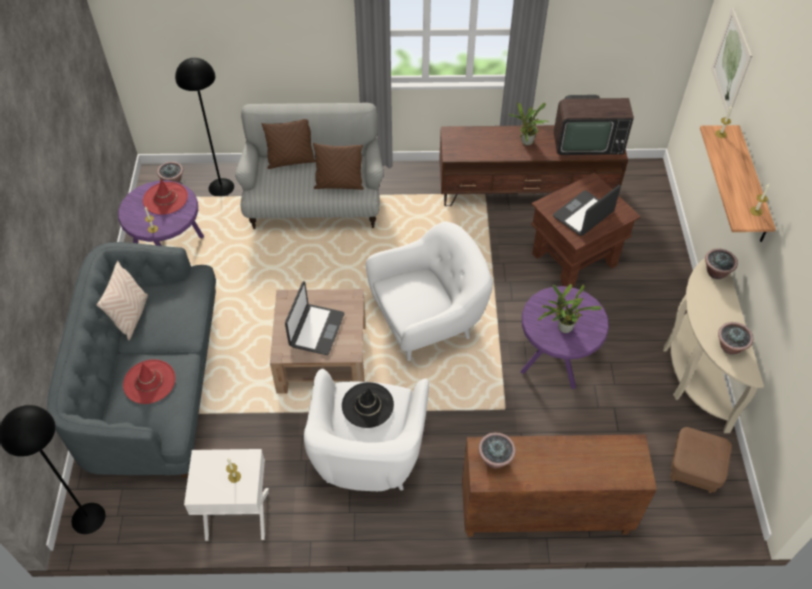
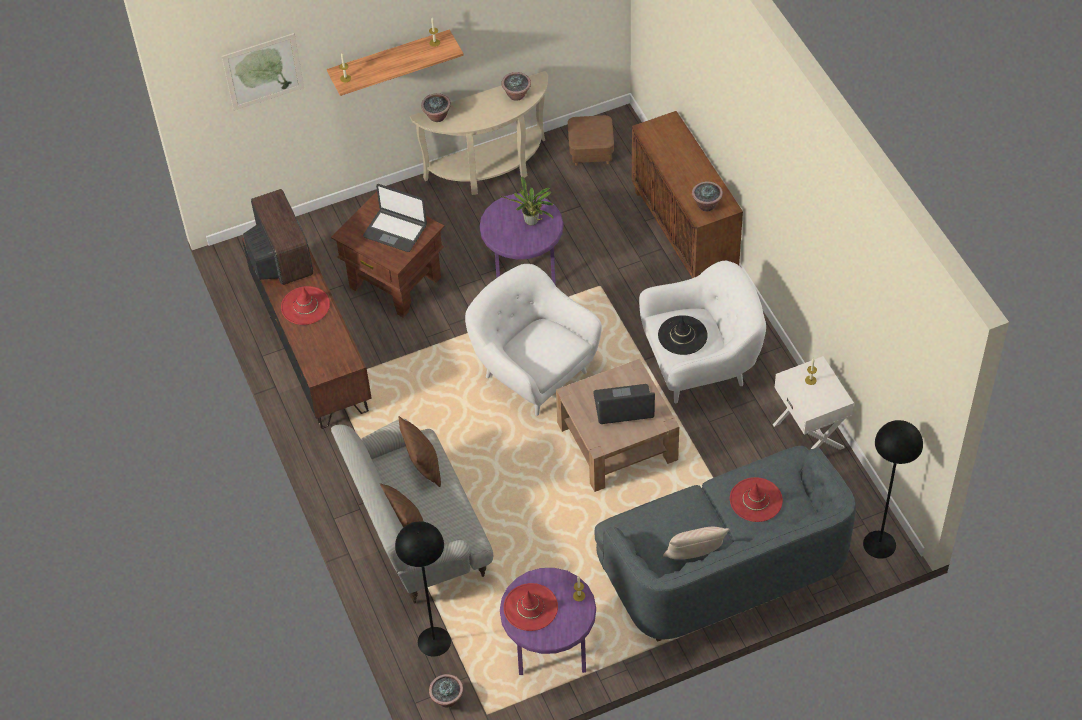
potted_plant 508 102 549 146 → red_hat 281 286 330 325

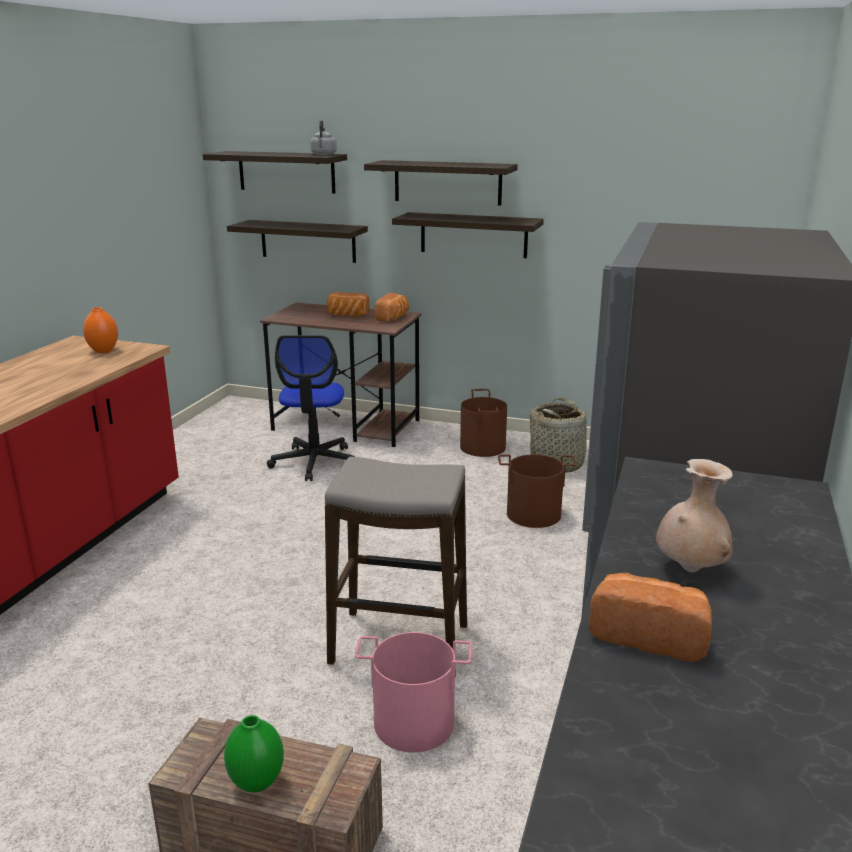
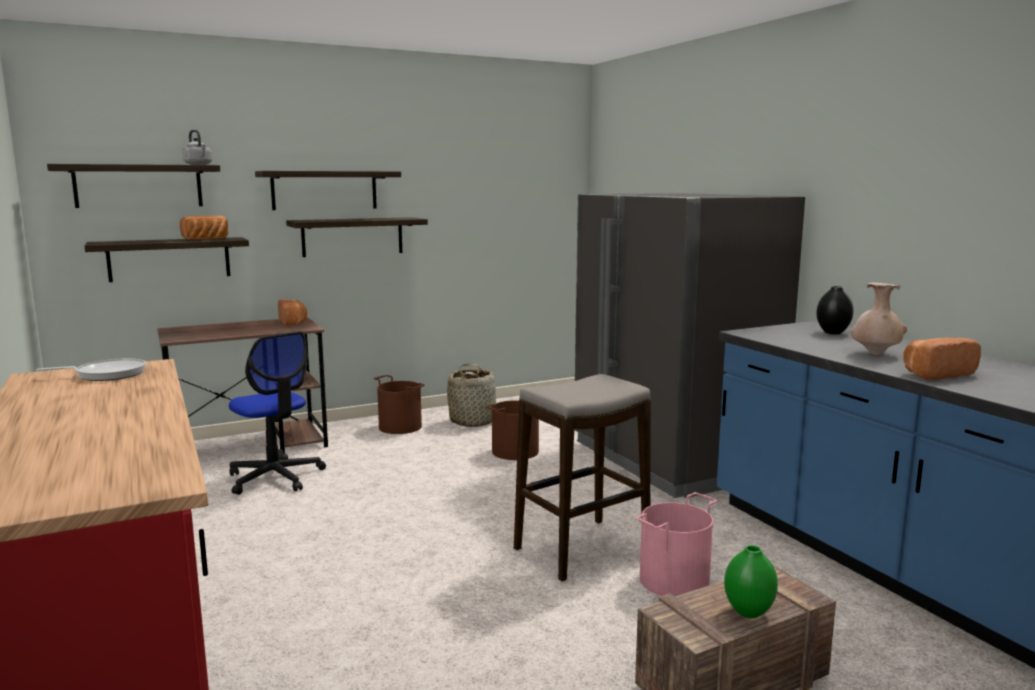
orange_vase 83 307 118 353 → frying_pan 36 358 146 381
bread 327 292 370 316 → bread 180 216 229 240, shifted
- → black_vase 816 286 854 334

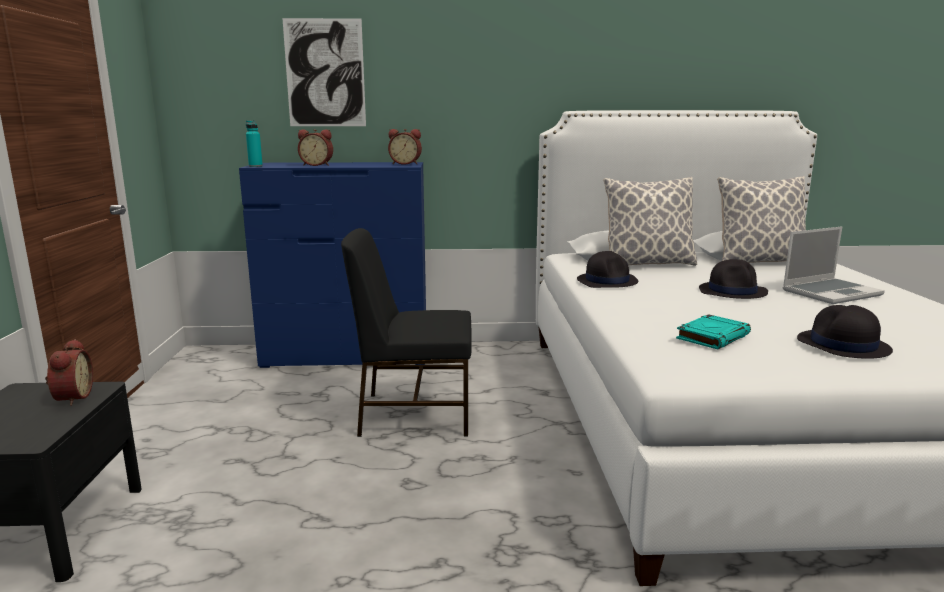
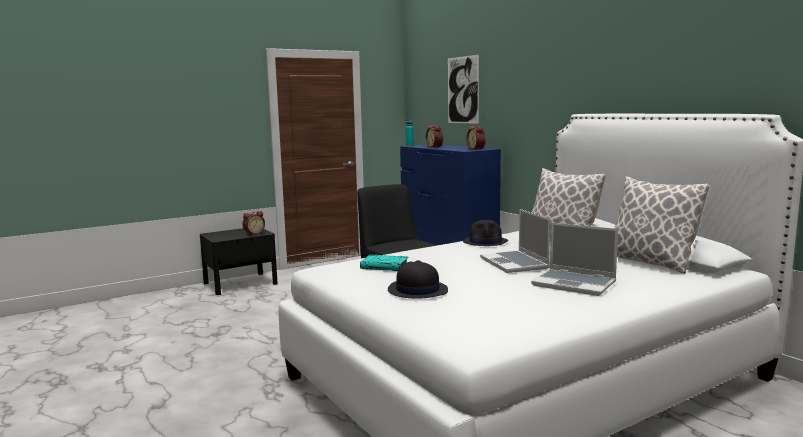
black_hat 699 259 768 299 → laptop 480 209 551 273

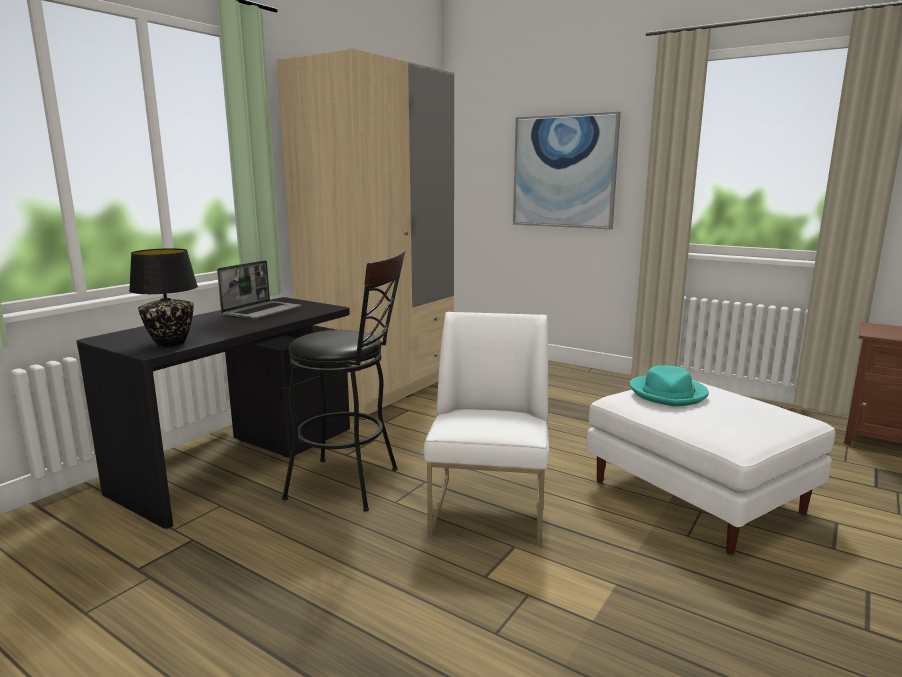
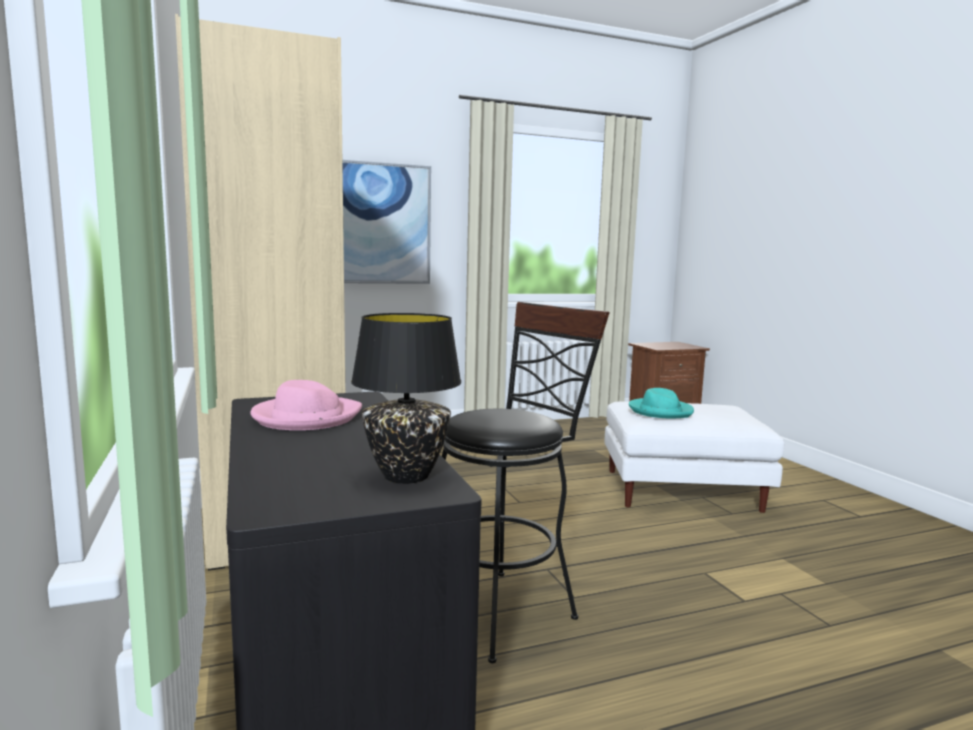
laptop 217 260 302 320 → pink_hat 250 380 362 430
white_chair 424 312 549 546 → -

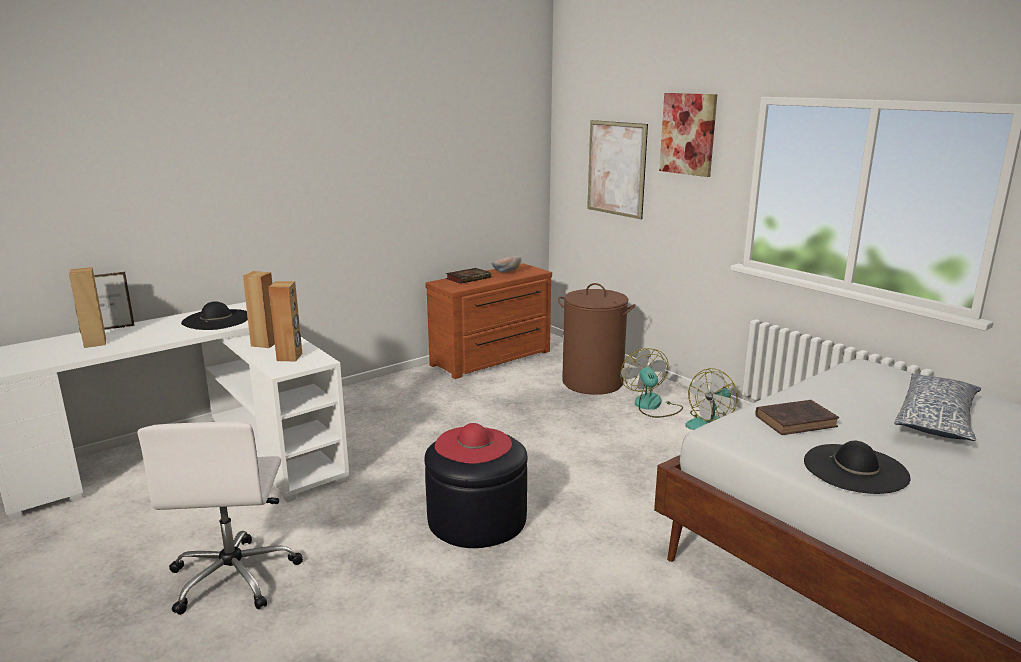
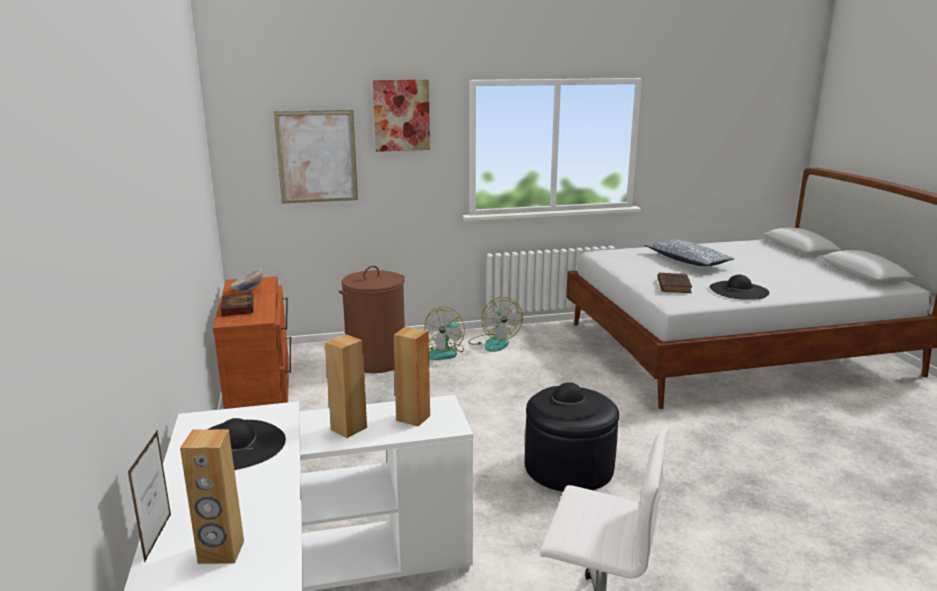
fan 620 348 683 418 → fan 424 306 465 360, 75 degrees counterclockwise
red_hat 435 423 512 464 → black_hat 533 382 604 419

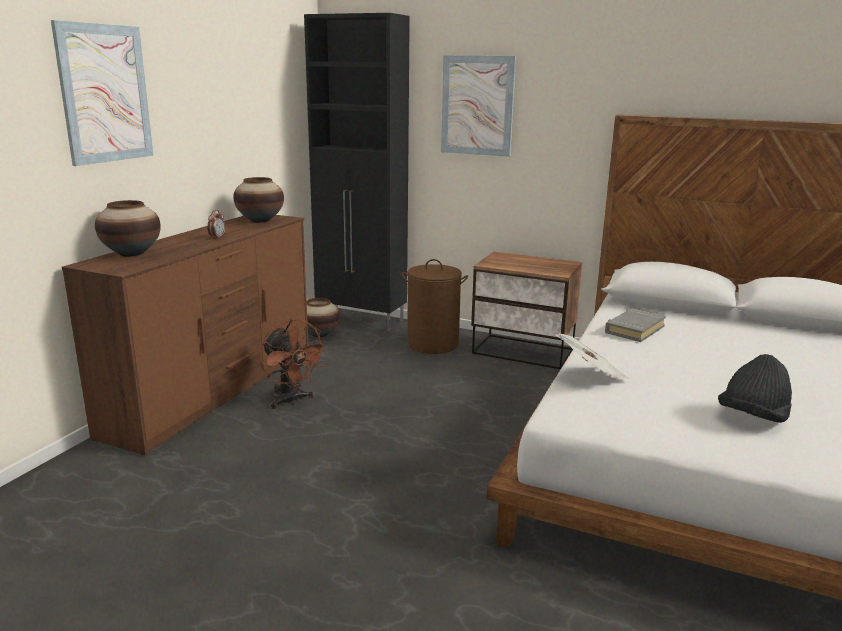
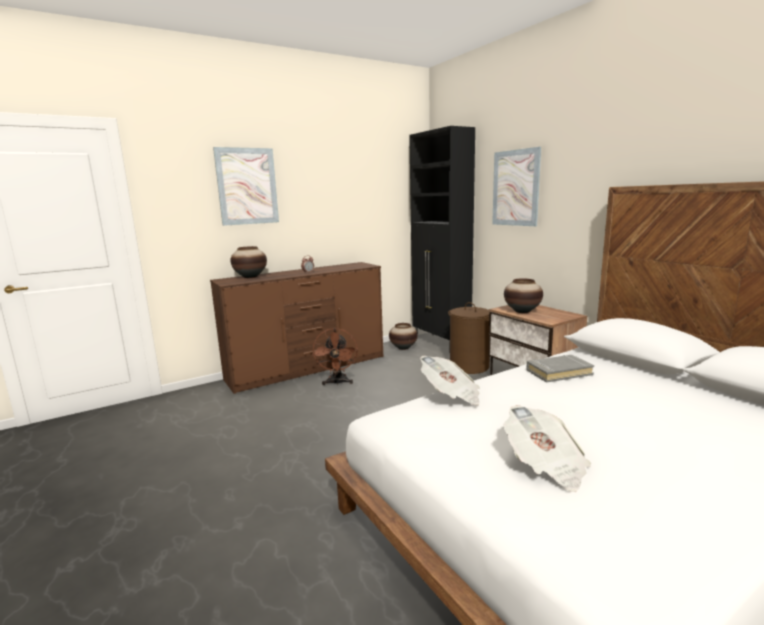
black_hat 718 354 792 423 → newspaper 503 405 591 492
vase 233 177 284 223 → vase 504 278 543 313, shifted

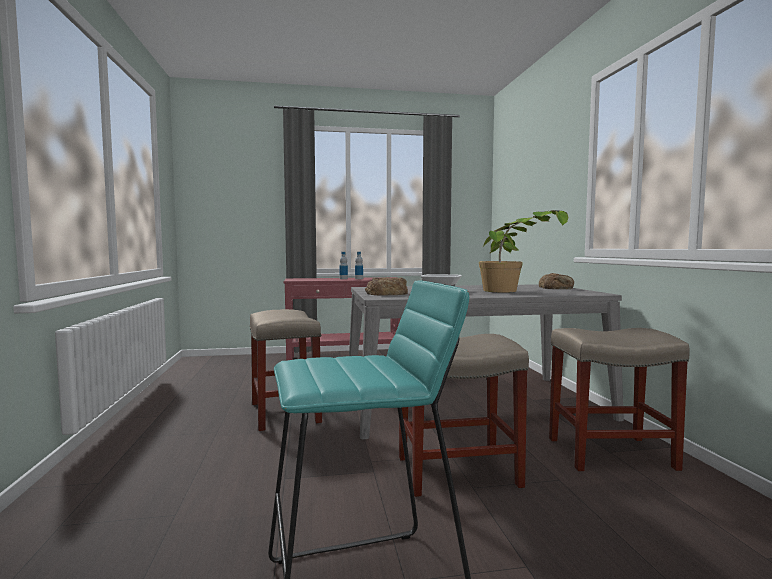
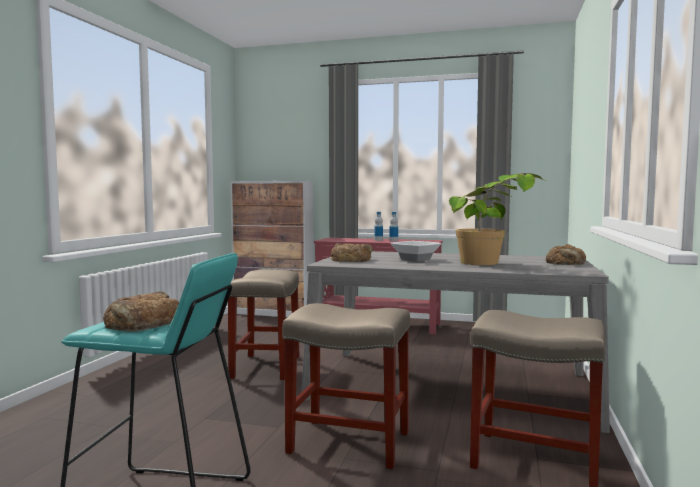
- → bread 103 292 179 332
- → cabinet 230 181 314 317

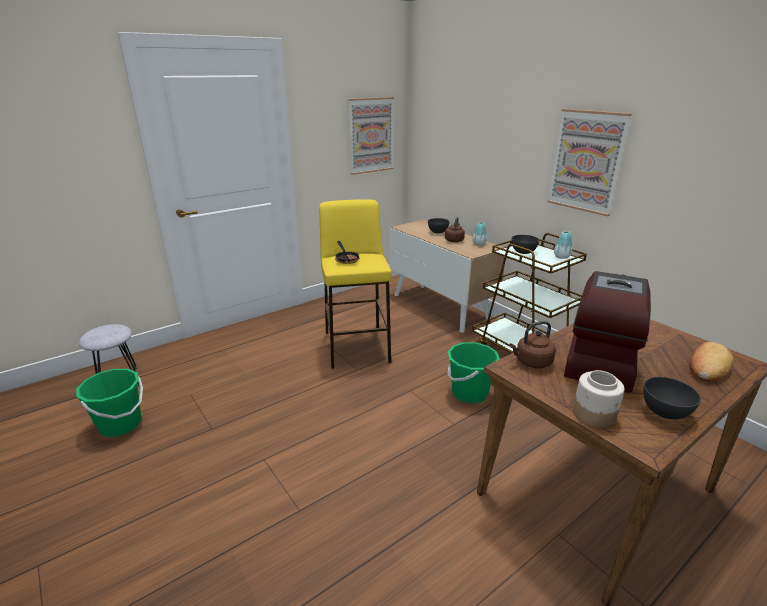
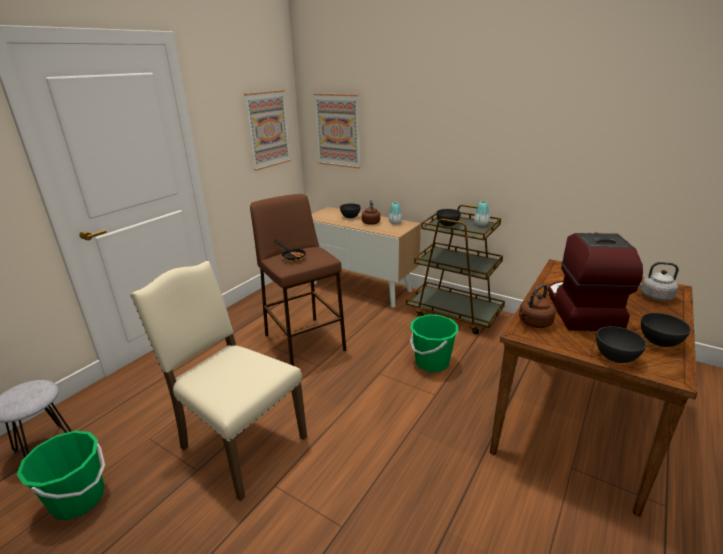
- → beige_chair 130 261 307 501
yellow_stool 319 199 392 369 → brown_stool 250 194 346 366
picture 547 109 632 216 → picture 314 93 360 169, shifted
jar 573 370 624 428 → grey_bowl 596 326 647 363
bread 689 342 734 381 → grey_kettle 639 262 679 301

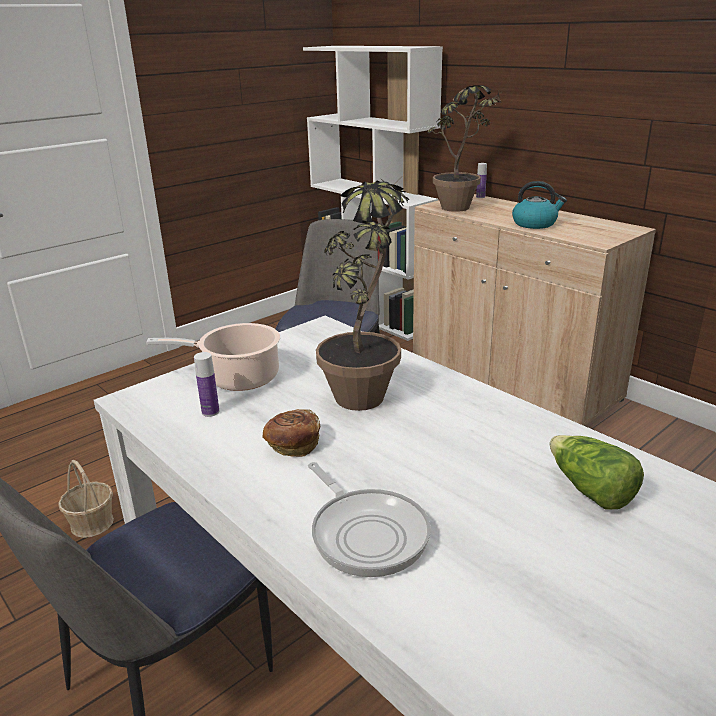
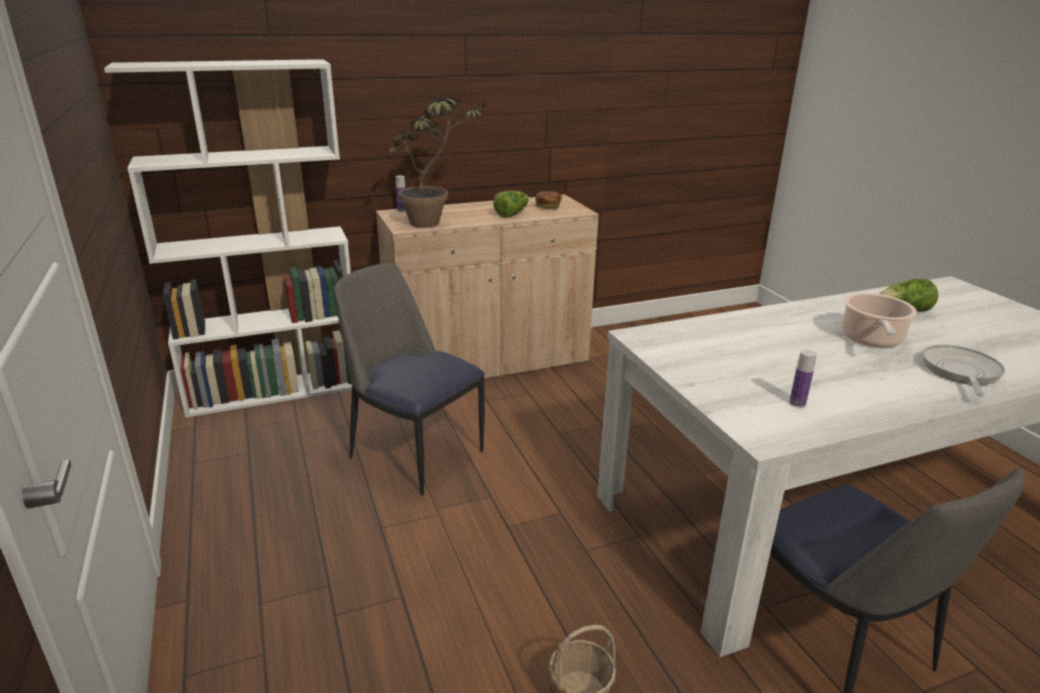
kettle 512 181 567 229 → lettuce 493 190 529 218
bread 263 409 320 457 → bread 536 191 562 209, shifted
cooking_pot 146 323 280 391 → cooking_pot 842 293 917 347, shifted
frying_pan 308 462 431 577 → frying_pan 922 345 1005 397, 60 degrees counterclockwise
potted_plant 316 179 409 411 → -

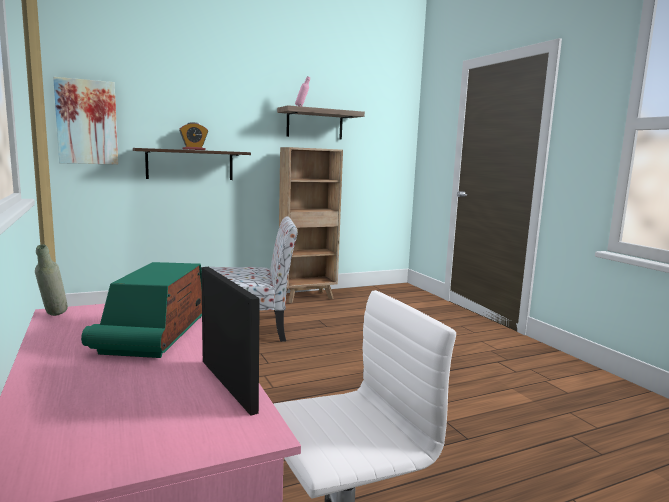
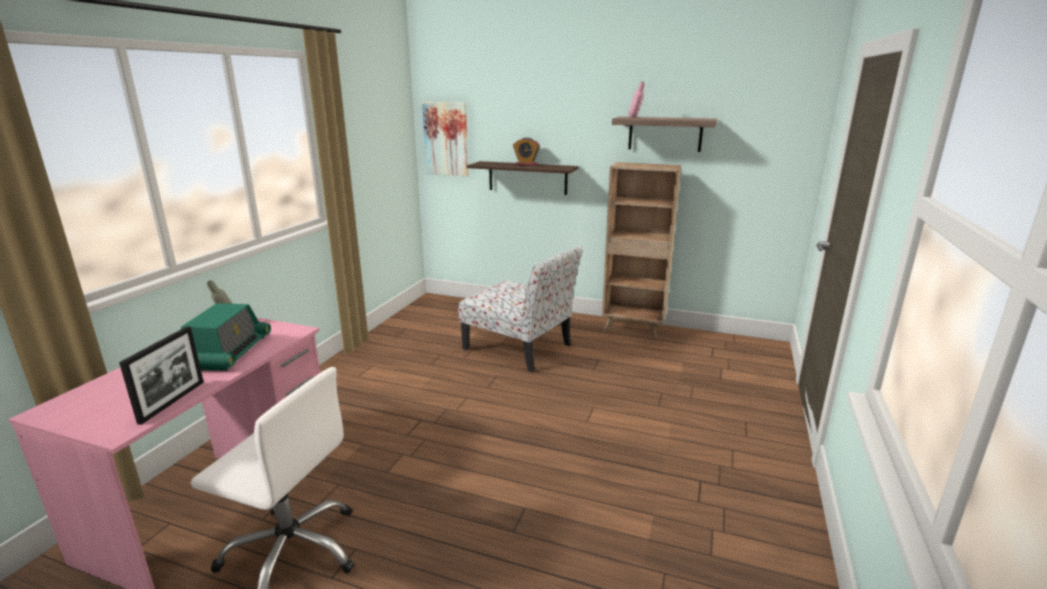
radio 81 262 202 358 → radio 181 303 271 371, 135 degrees clockwise

